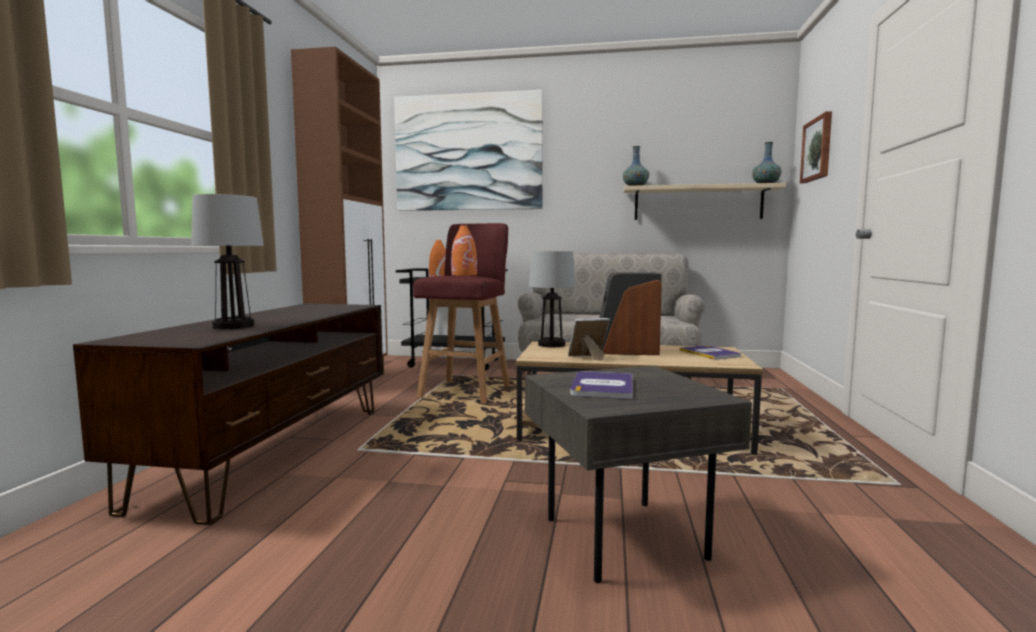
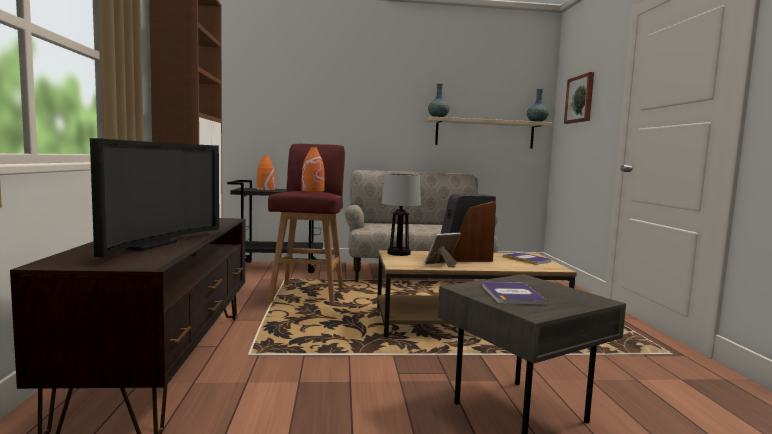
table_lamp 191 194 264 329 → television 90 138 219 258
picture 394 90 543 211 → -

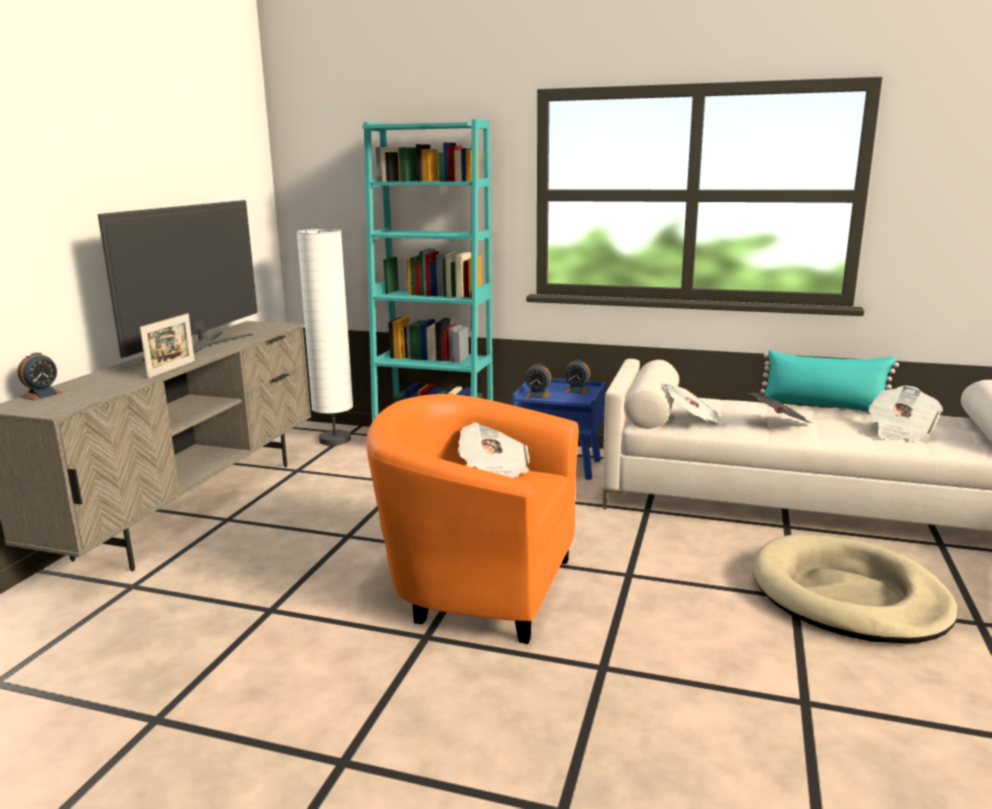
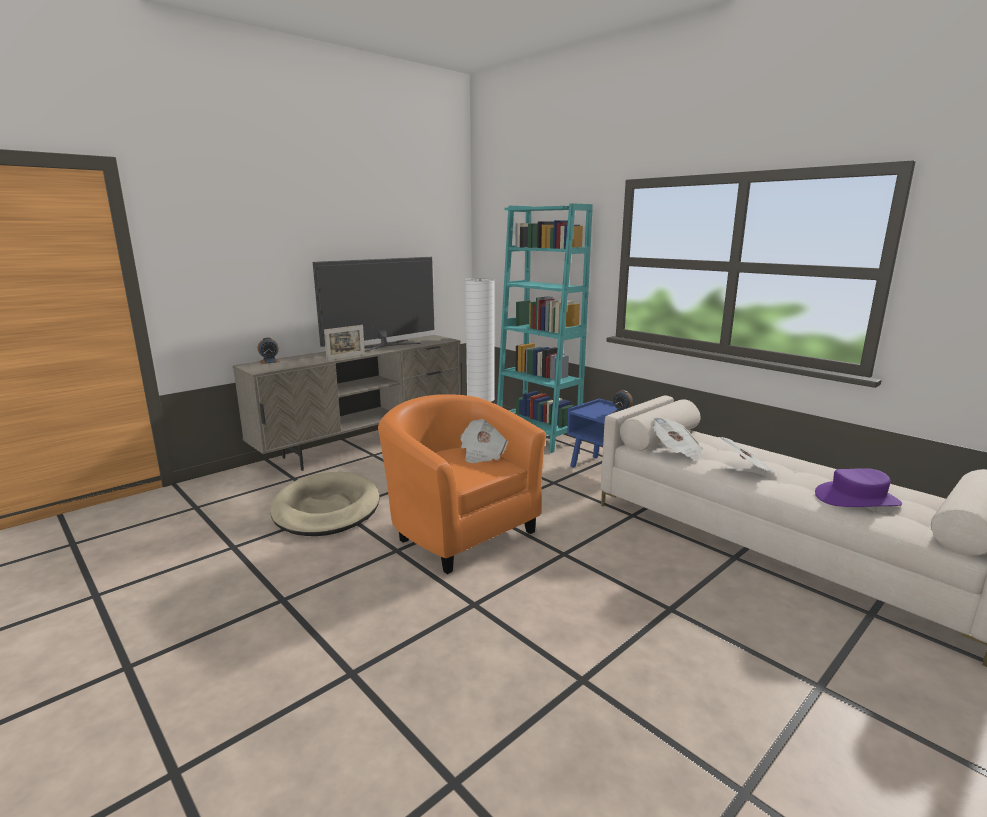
beige_dog_bed 753 534 958 643 → beige_dog_bed 270 471 380 536, shifted
newspaper 868 386 943 441 → purple_hat 815 468 902 507
alarm_clock 525 364 551 399 → -
turquoise_pillow 757 350 899 412 → -

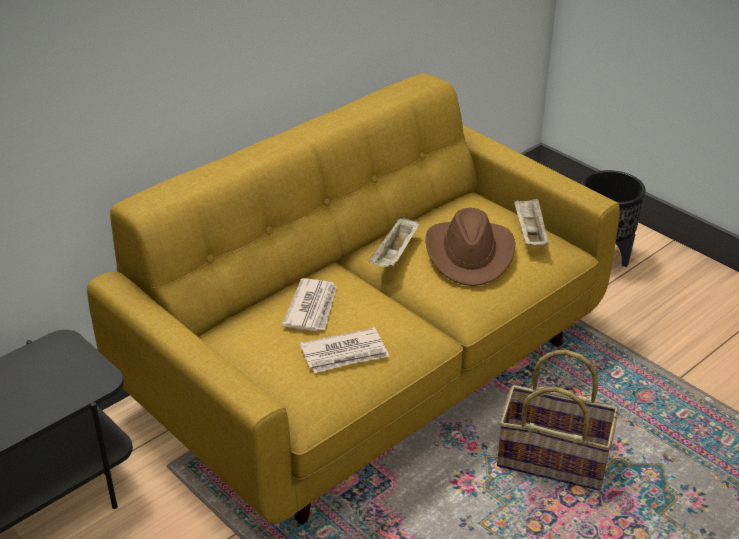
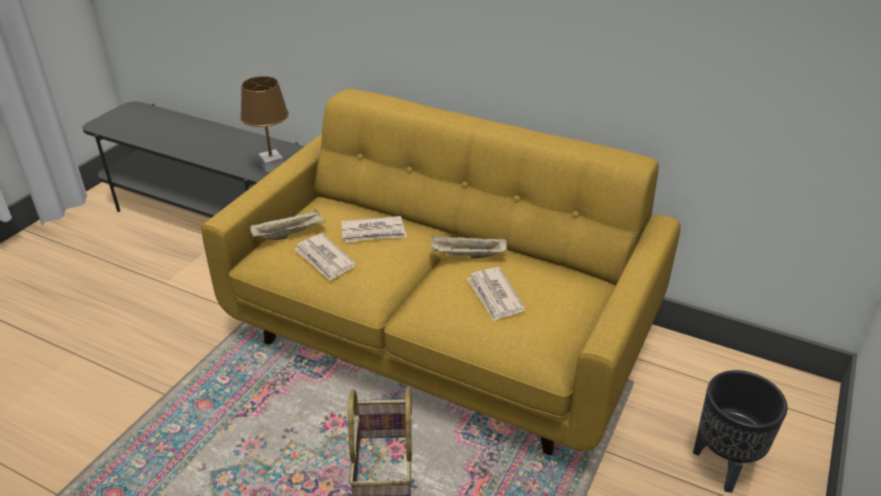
- → brown_table_lamp 240 76 289 173
beige_tray 514 199 549 245 → beige_tray 250 209 325 240, shifted
brown_hat 425 208 515 286 → newspaper 466 267 525 321

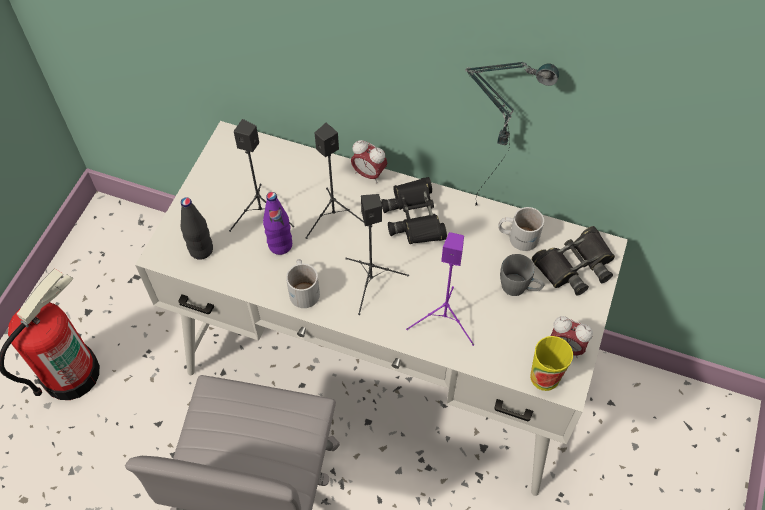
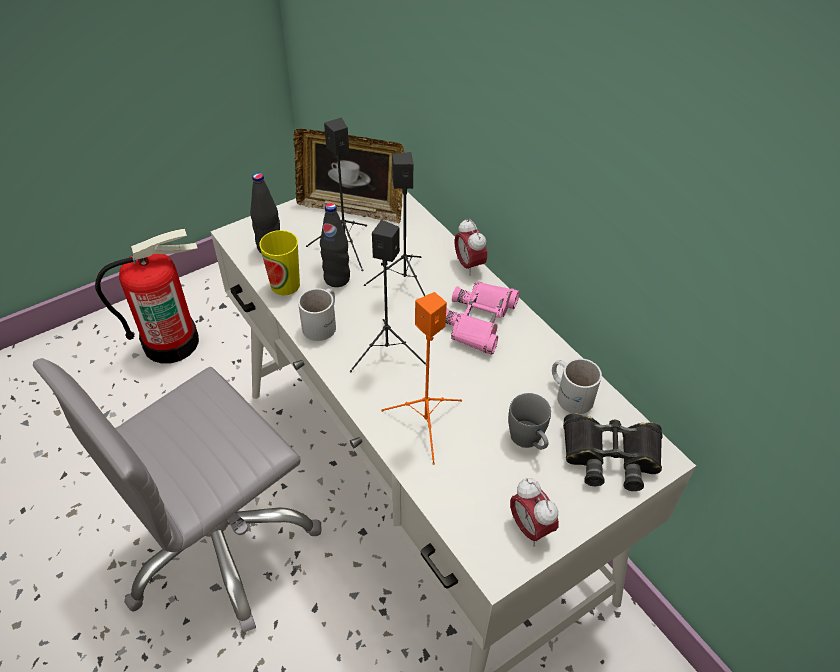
cup 530 336 573 391 → cup 259 230 300 296, shifted
- → picture_frame 293 129 404 223
purple_bottle 263 192 292 255 → black_bottle 320 203 350 287
purple_speaker 406 232 474 346 → orange_speaker 381 292 462 465
black_binoculars 381 177 447 244 → pink_binoculars 446 281 520 355
table_lamp 466 62 559 205 → -

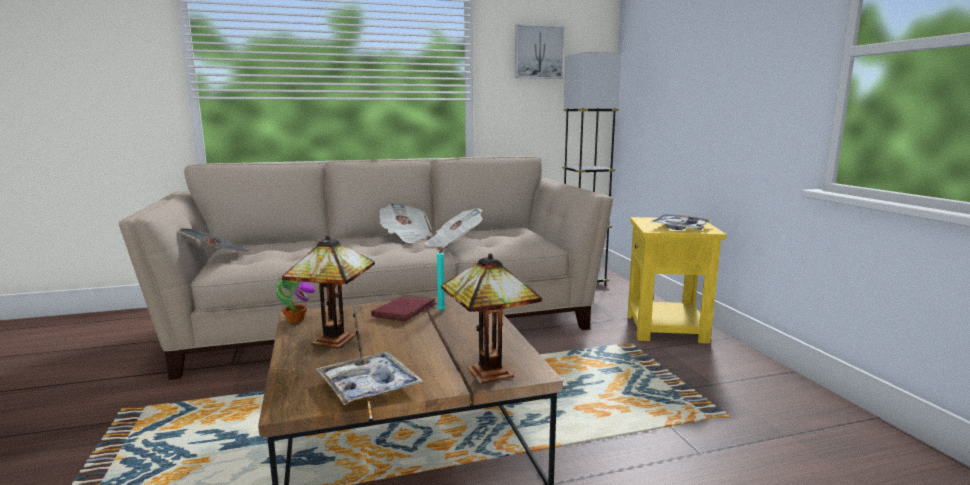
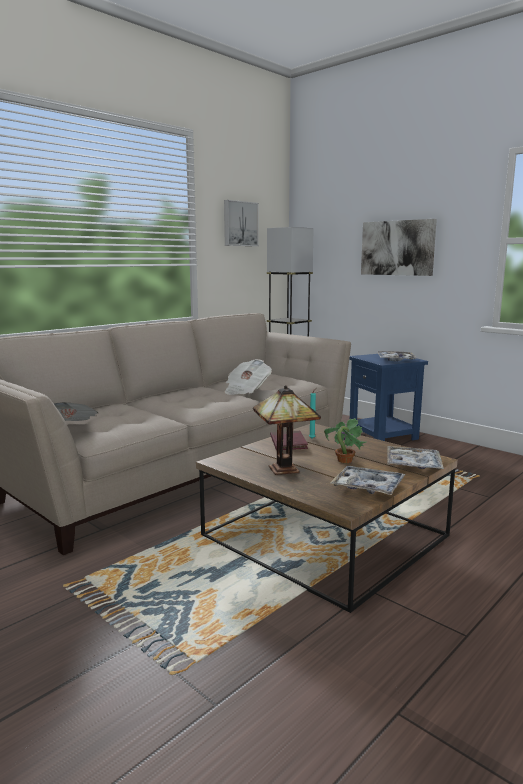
potted_plant 276 278 315 323 → potted_plant 324 418 366 463, shifted
yellow_side_table 628 217 726 344 → blue_side_table 349 354 428 441
- → picture 361 219 437 276
table_lamp 441 253 542 384 → tray 387 446 444 469
newspaper 379 203 433 243 → -

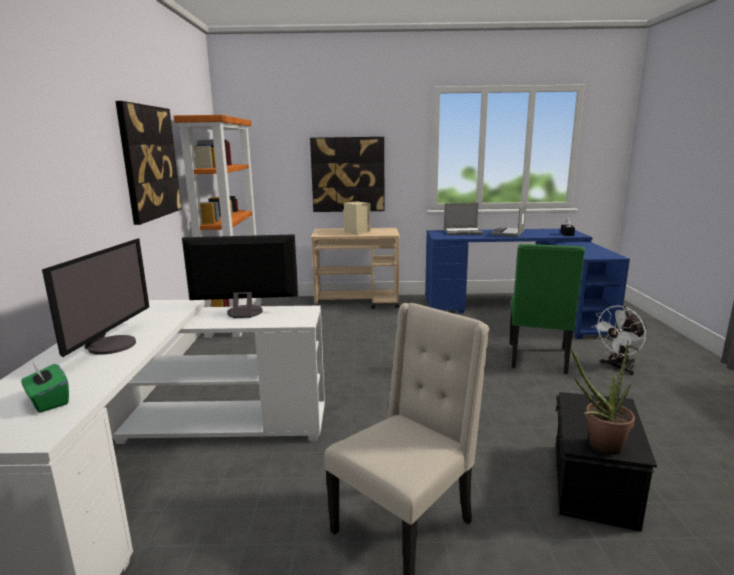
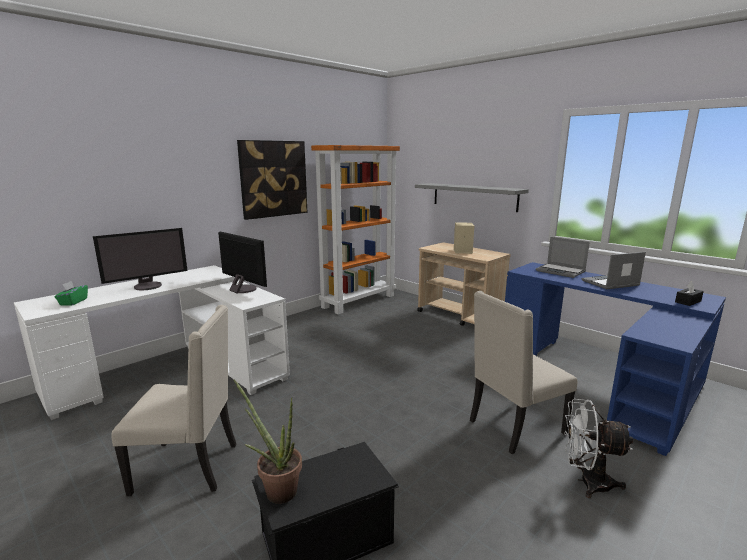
picture 310 137 384 212 → grey_shelf 415 183 529 212
green_chair 509 244 585 374 → beige_chair 470 291 578 454

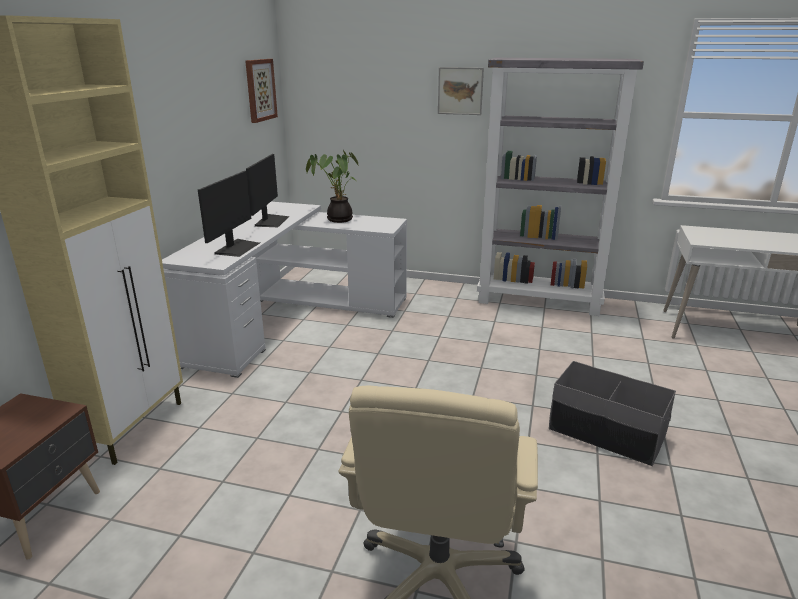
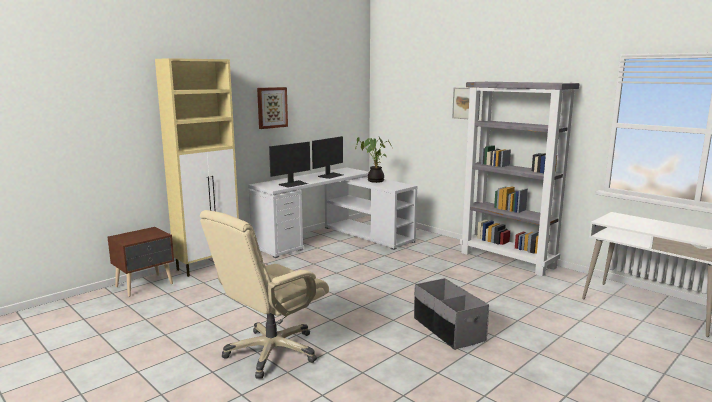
picture 245 59 278 123 → picture 257 87 288 129, shifted

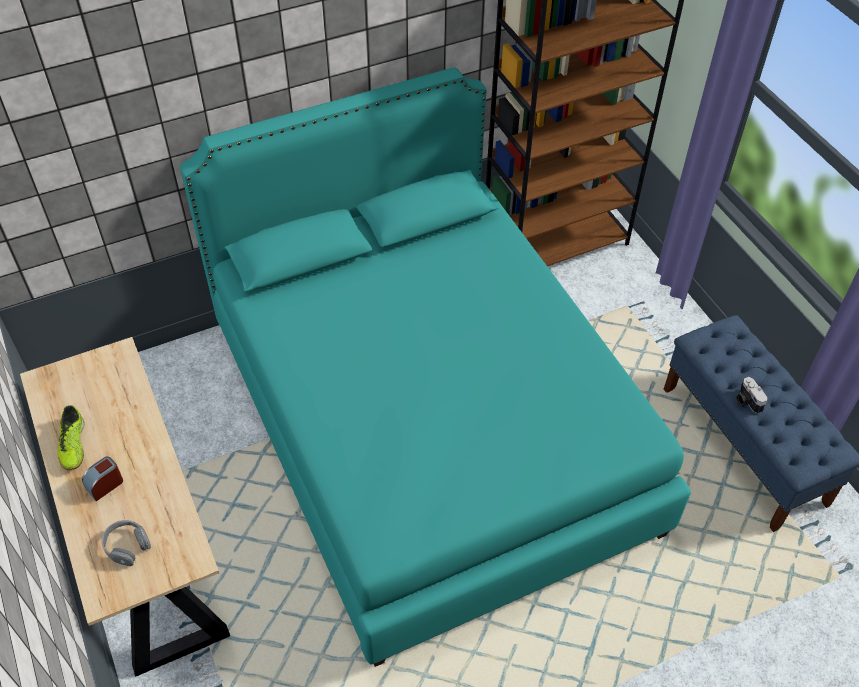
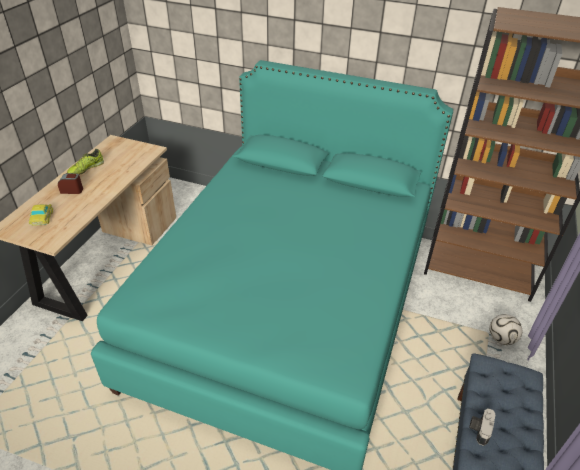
grey_headphones 101 520 151 566 → toy_car 29 204 54 226
- → football 489 314 522 345

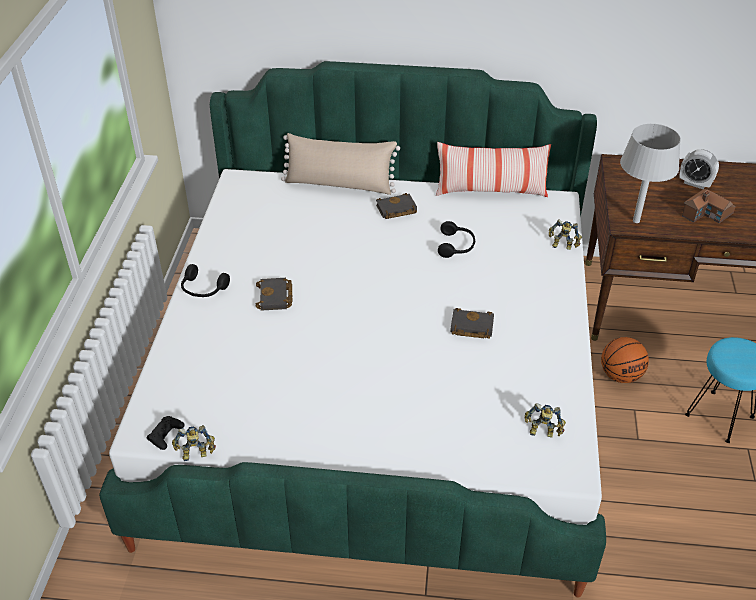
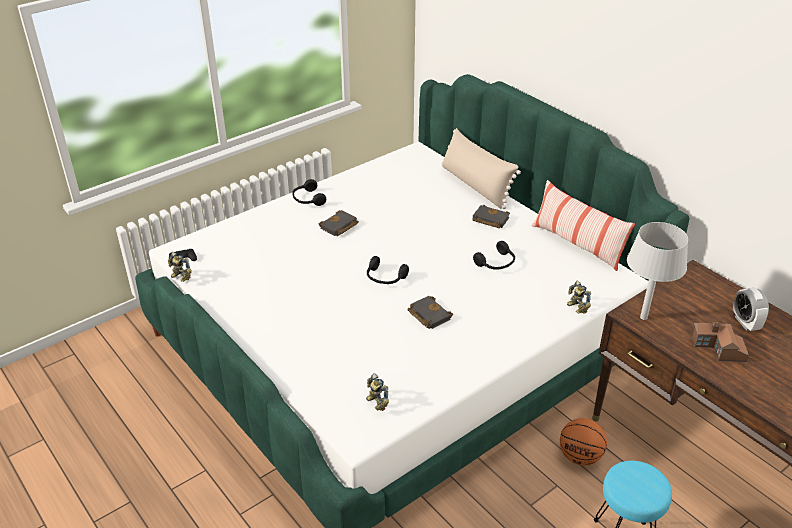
- → black_headphones 367 256 409 284

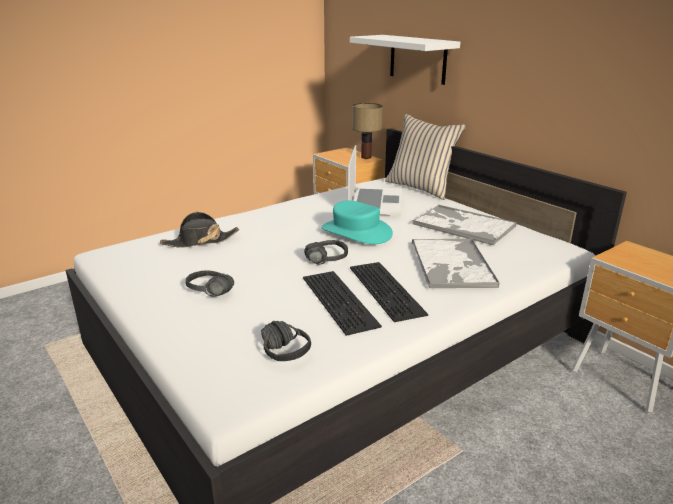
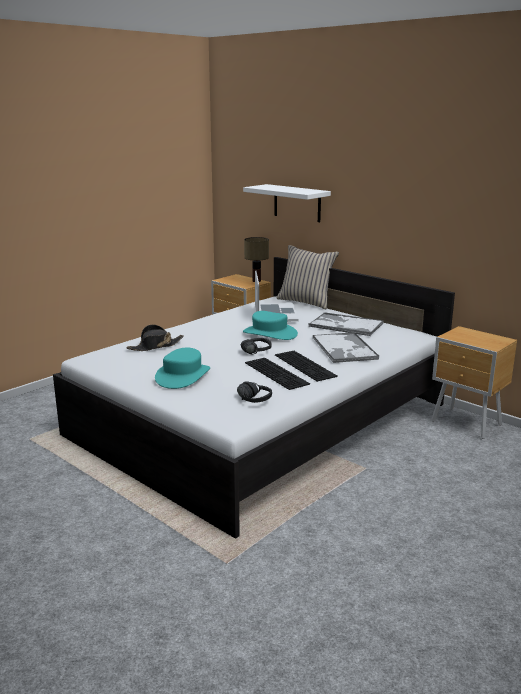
black_headphones 186 270 234 297 → turquoise_hat 155 348 210 389

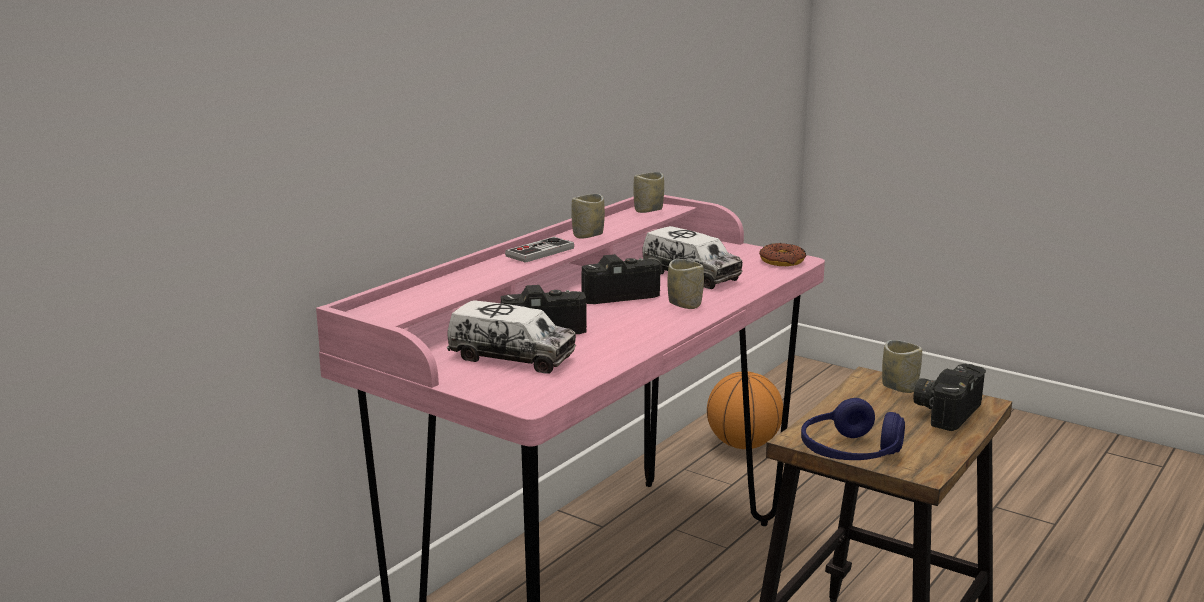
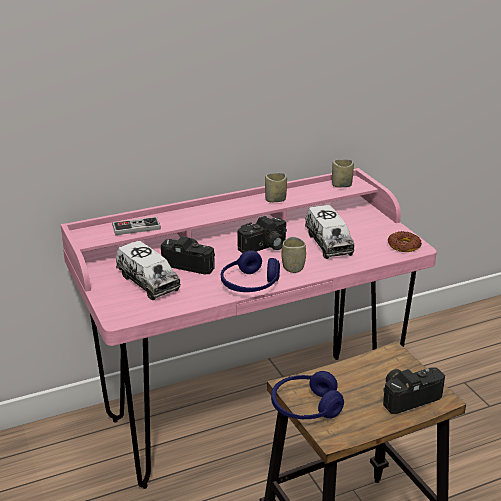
game_controller 505 237 574 263 → game_controller 112 217 161 235, shifted
- → blue_headphones 221 251 280 292
photo_camera 581 254 661 304 → photo_camera 237 216 287 253, 135 degrees clockwise
basketball 707 371 783 449 → -
cup 882 340 922 393 → -

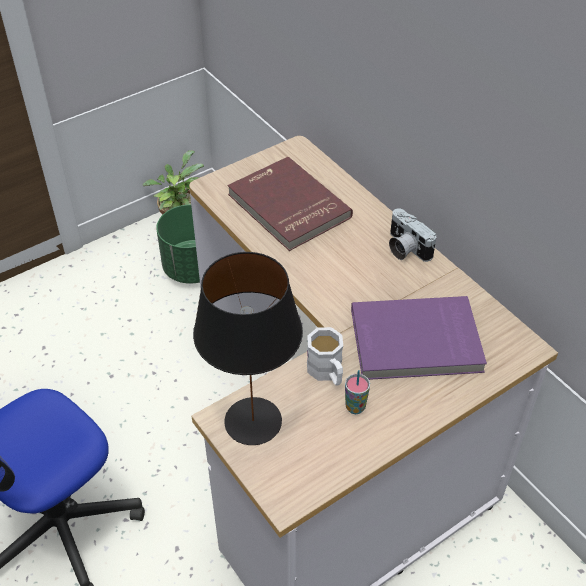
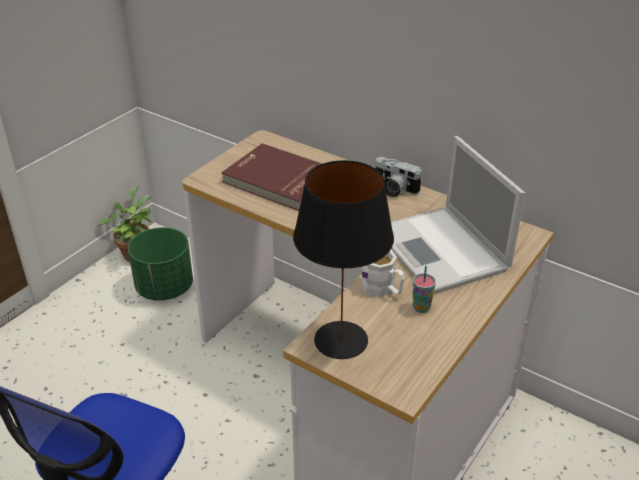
purple_book 351 296 487 380 → laptop 391 136 526 295

